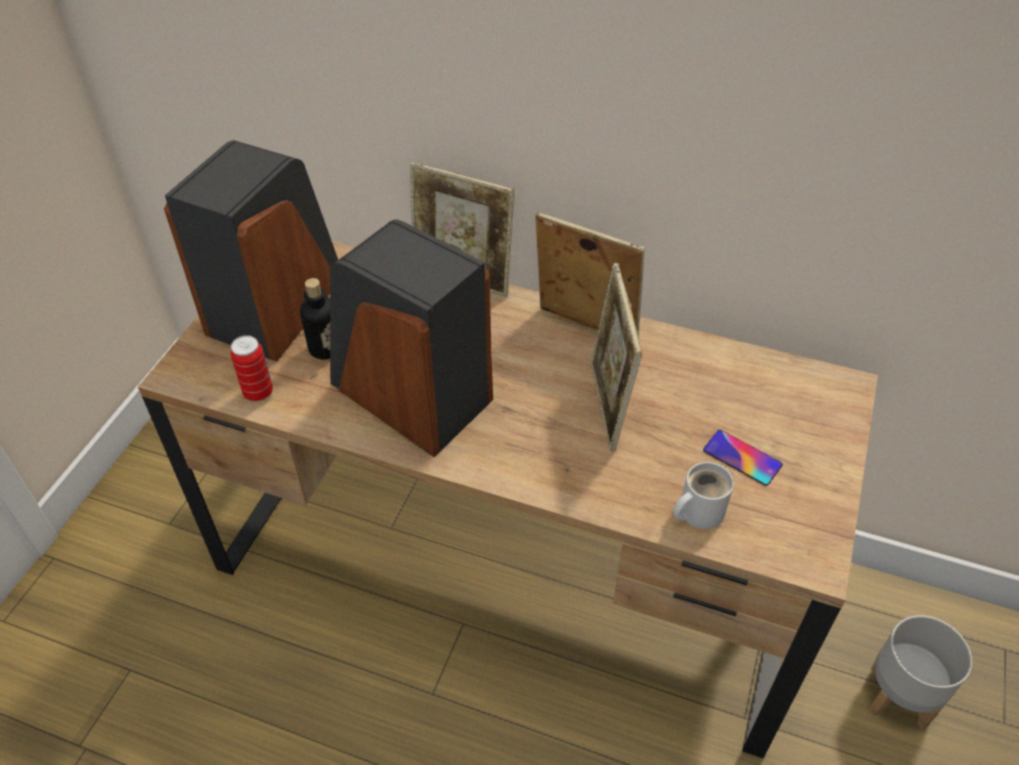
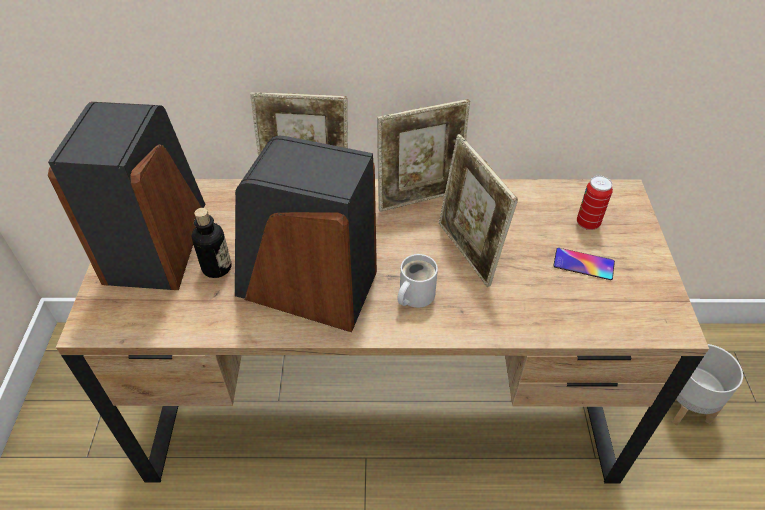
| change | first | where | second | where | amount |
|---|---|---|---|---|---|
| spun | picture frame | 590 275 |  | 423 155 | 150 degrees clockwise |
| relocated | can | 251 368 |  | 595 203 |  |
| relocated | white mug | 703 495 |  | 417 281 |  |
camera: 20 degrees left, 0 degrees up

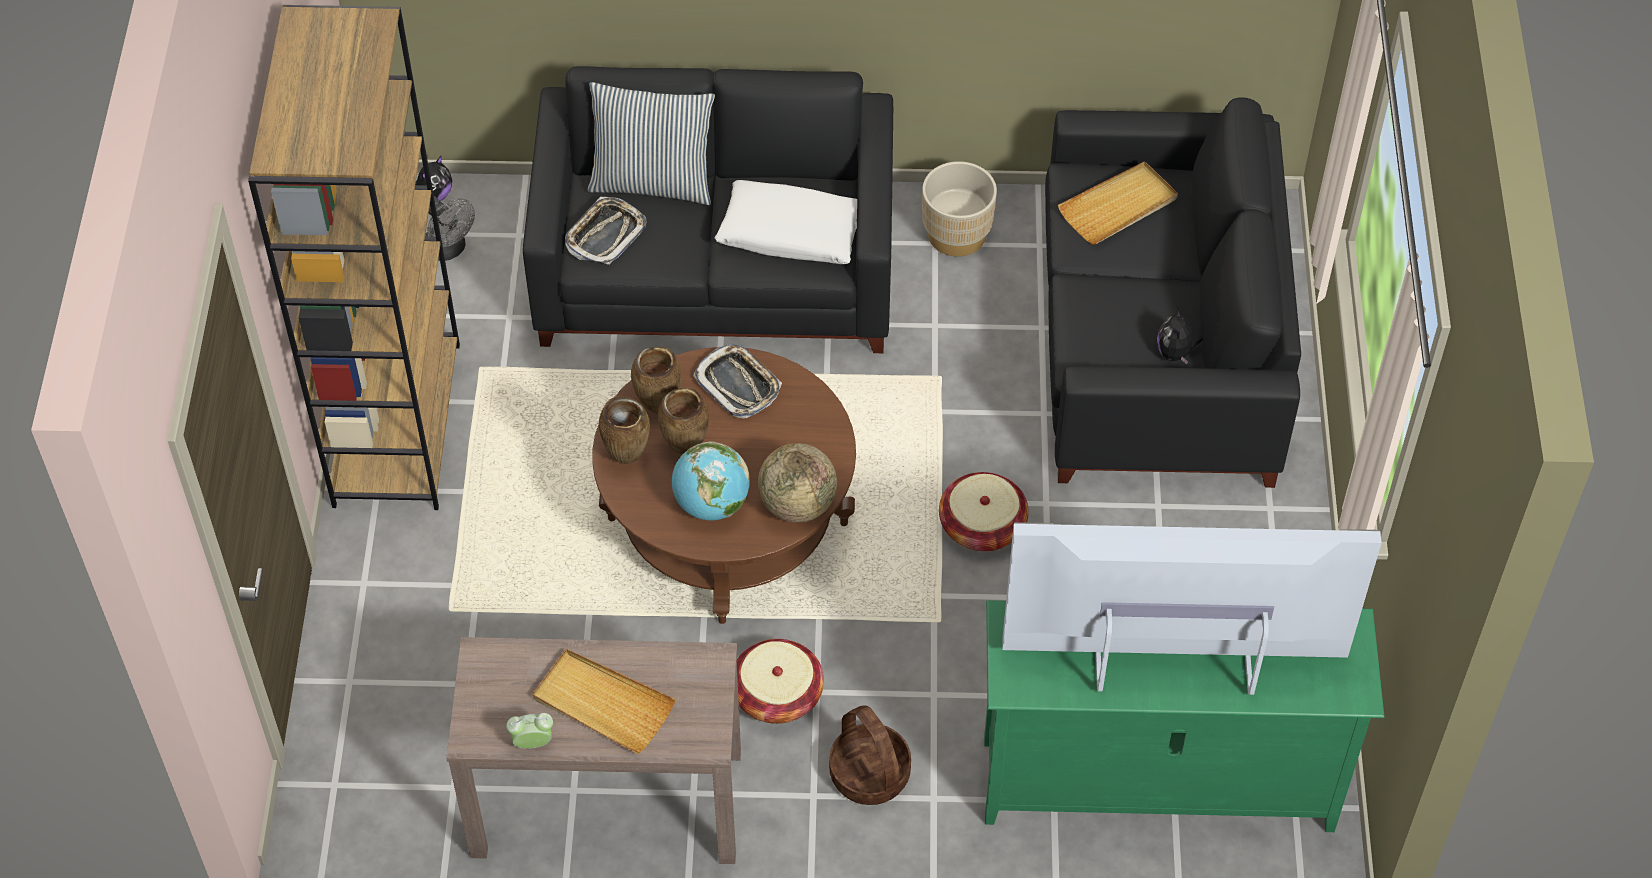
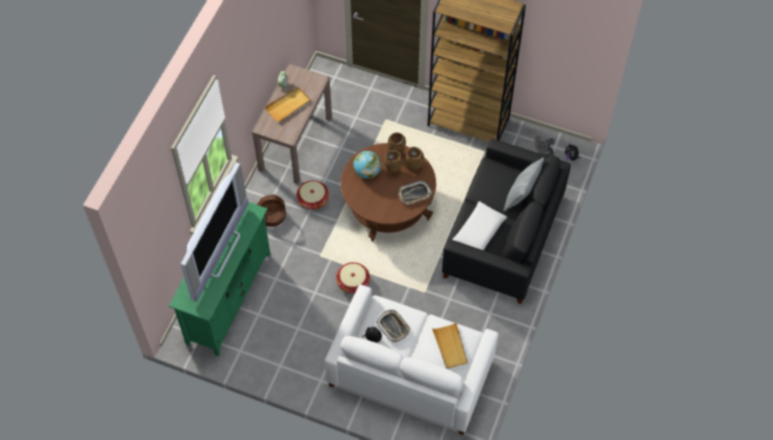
| change | first | where | second | where | amount |
|---|---|---|---|---|---|
| colour | black sofa | 1173 292 | white sofa | 411 360 |  |
| missing | beige planter | 959 209 |  |  |  |
| relocated | tray | 605 231 |  | 393 326 |  |
| missing | globe | 797 483 |  |  |  |
camera: 110 degrees right, 5 degrees up

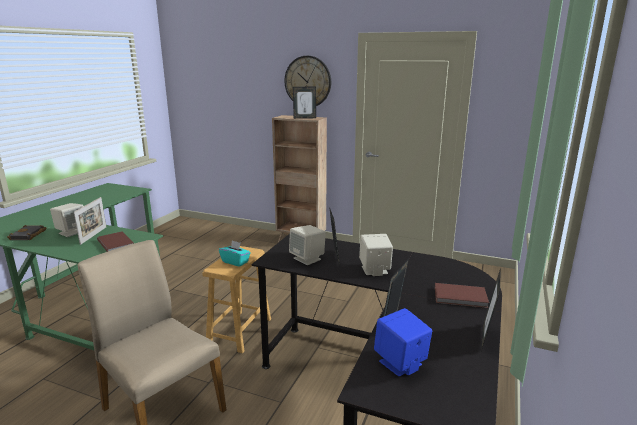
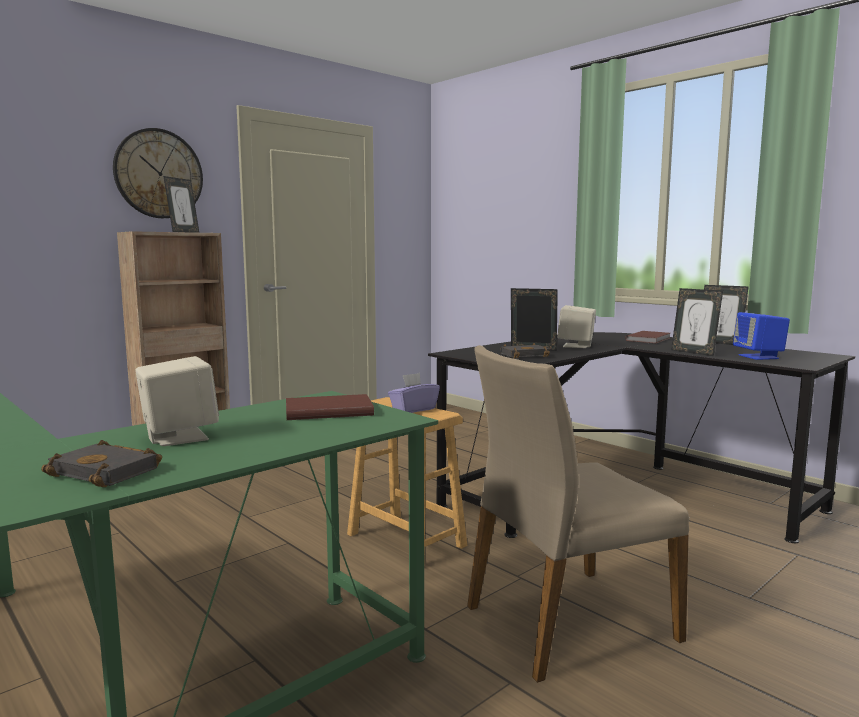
| change | first | where | second | where | amount |
|---|---|---|---|---|---|
| missing | picture frame | 90 221 |  |  |  |
| exchanged | beige speaker | 307 245 | black book | 525 350 |  |
| colour | turquoise tissue box | 235 253 | purple tissue box | 414 393 |  |
camera: 65 degrees left, 10 degrees down

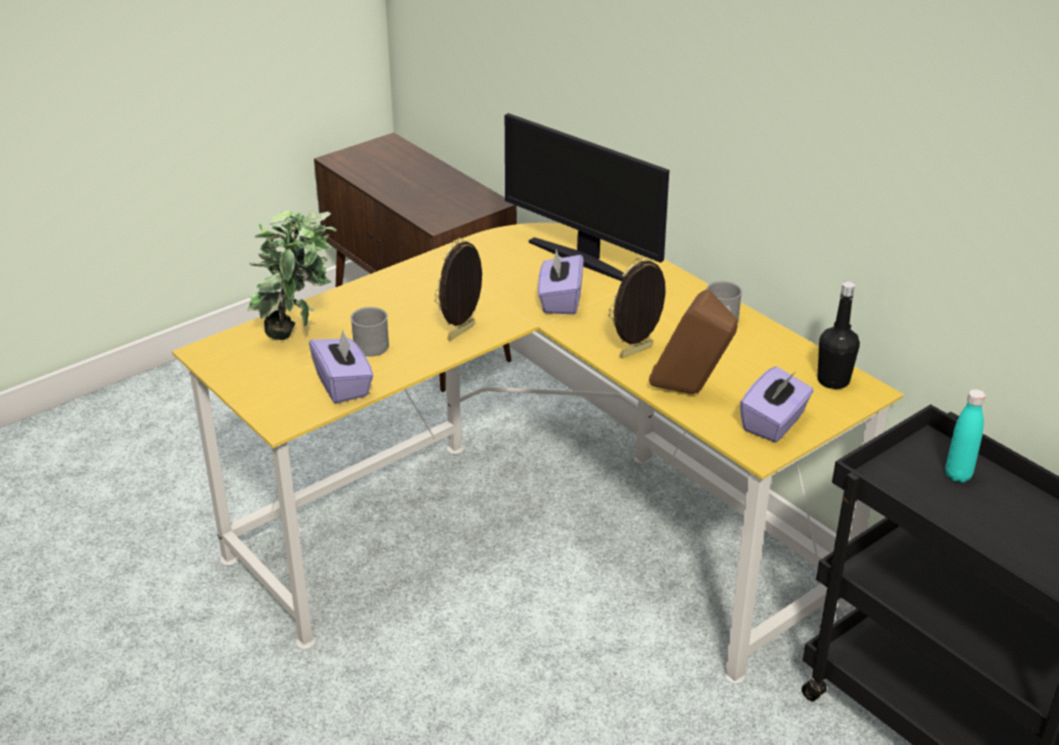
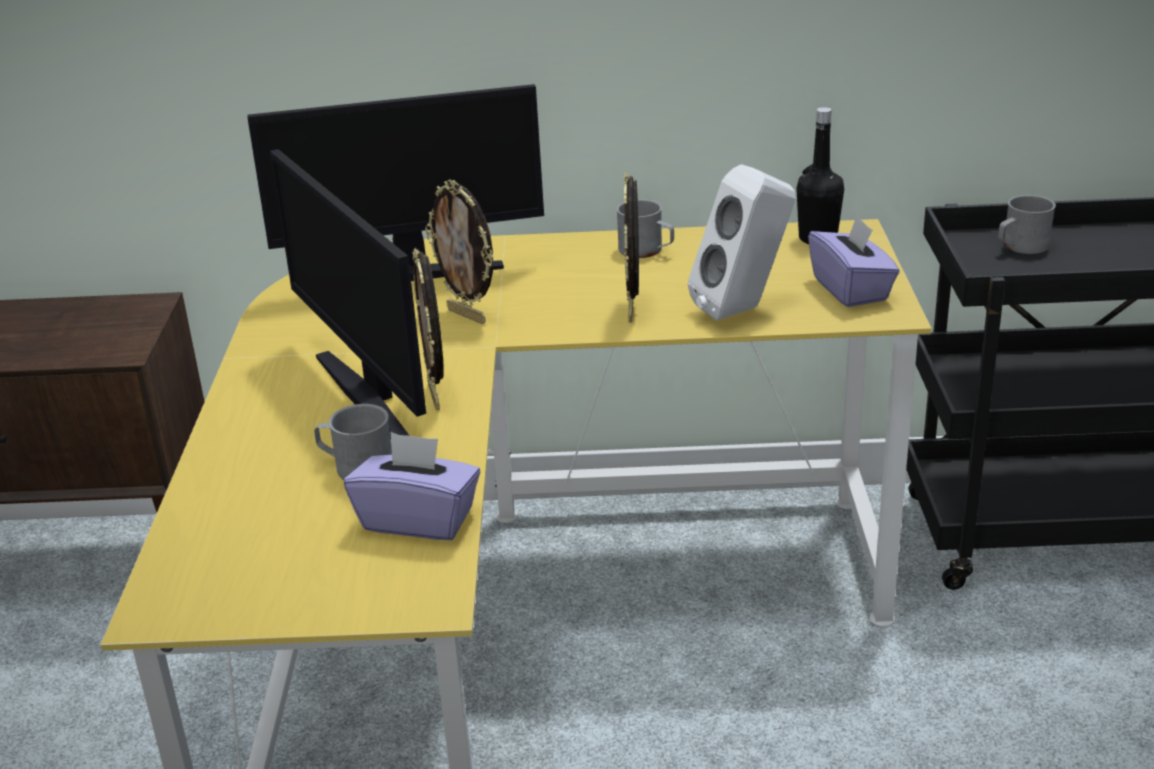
| change | first | where | second | where | amount |
|---|---|---|---|---|---|
| missing | potted plant | 291 275 |  |  |  |
| exchanged | purple tissue box | 561 281 | picture frame | 459 251 |  |
| colour | brown speaker | 693 341 | white speaker | 741 242 |  |
| exchanged | turquoise bottle | 965 436 | grey mug | 1027 224 |  |
| appeared |  |  | monitor | 348 294 |  |
camera: 50 degrees left, 5 degrees down

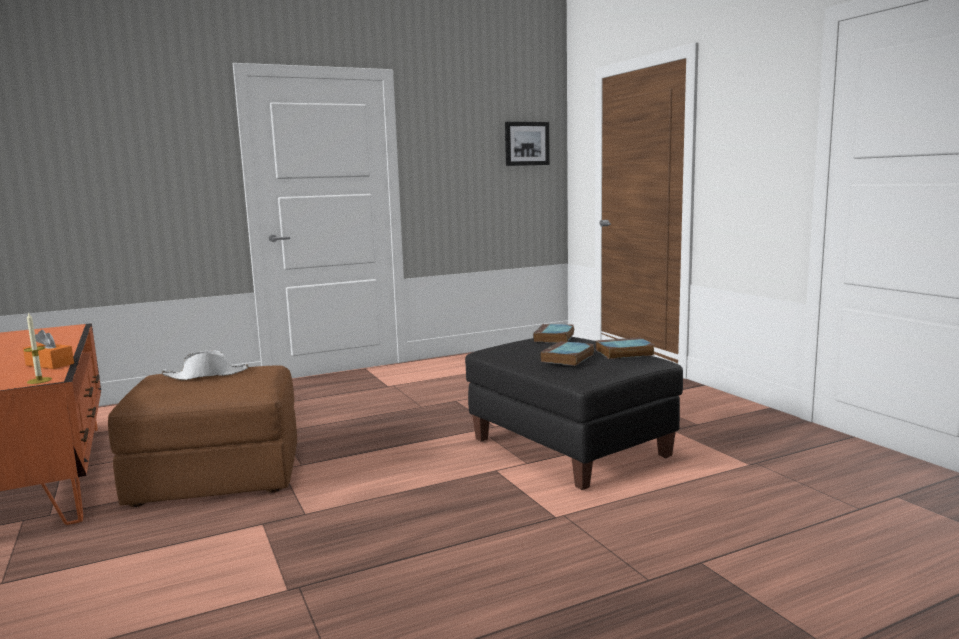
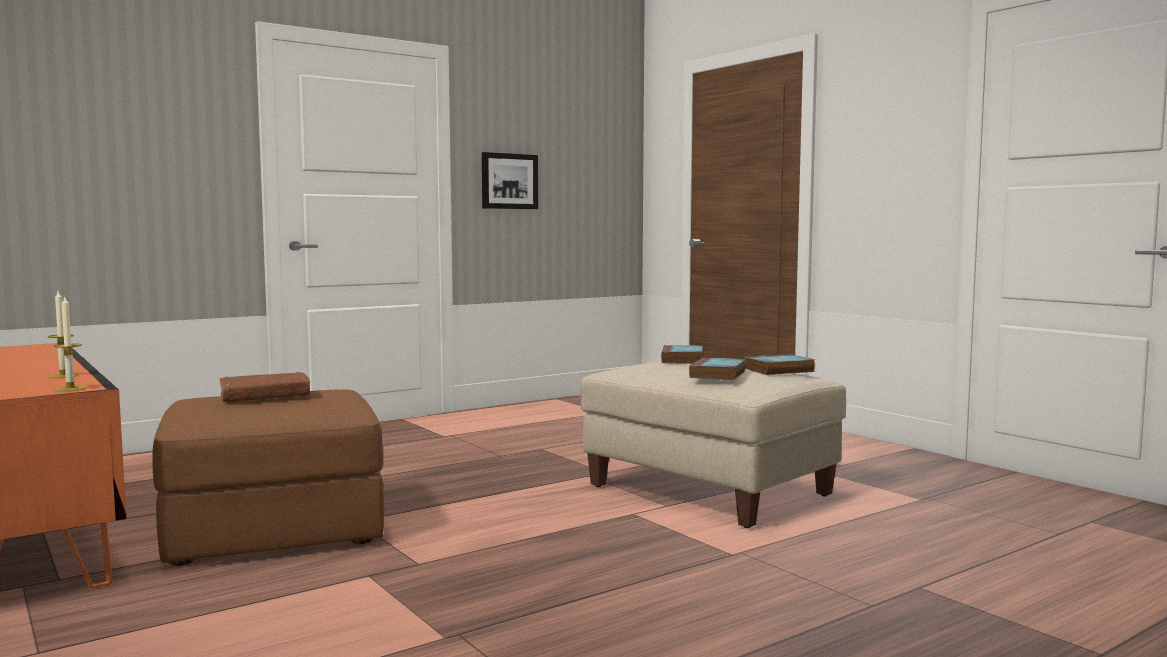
| change | first | where | second | where | amount |
|---|---|---|---|---|---|
| relocated | picture | 527 144 |  | 510 180 |  |
| exchanged | orange tissue box | 48 349 | candle | 63 335 |  |
| colour | black ottoman | 574 413 | beige ottoman | 713 444 |  |
| exchanged | white hat | 205 365 | brown book | 264 387 |  |
camera: 10 degrees left, 5 degrees down

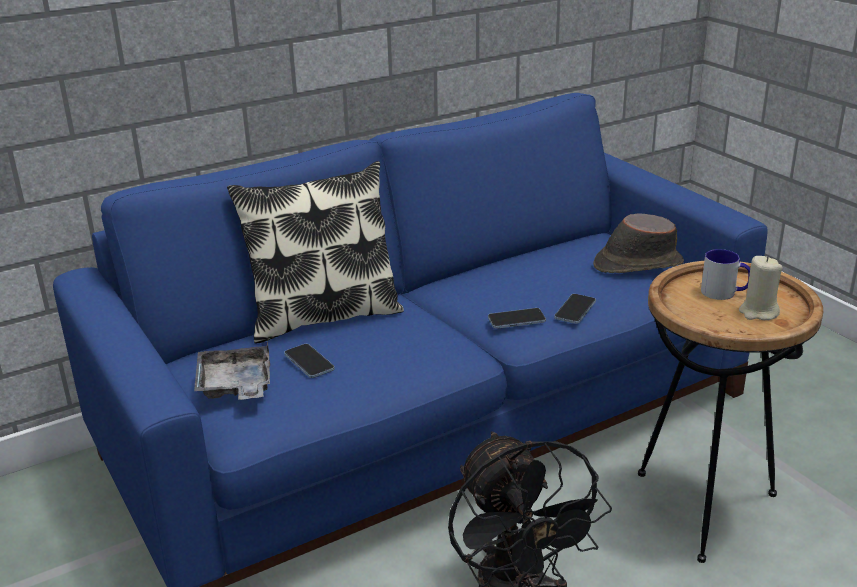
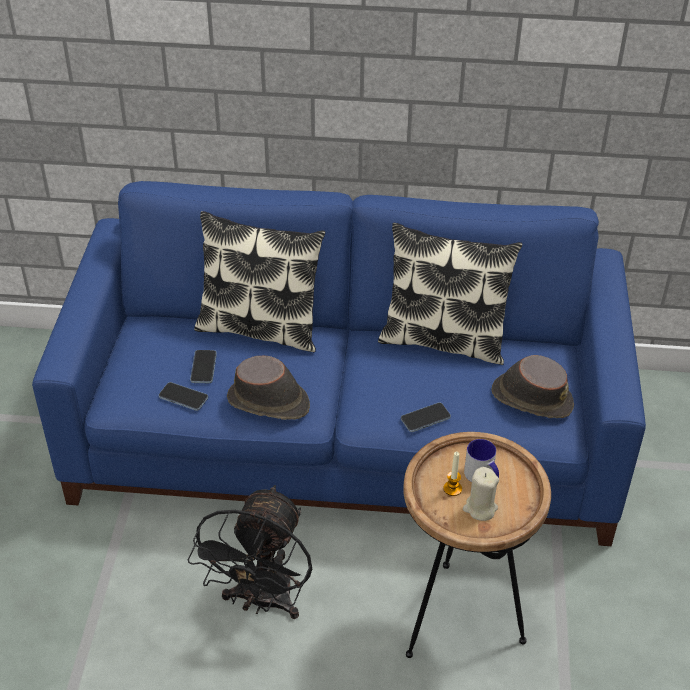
| change | first | where | second | where | amount |
|---|---|---|---|---|---|
| relocated | phone | 517 318 |  | 183 396 |  |
| missing | grey tray | 232 370 |  |  |  |
| appeared |  |  | pillow | 450 294 |  |
| appeared |  |  | brown hat | 268 388 |  |
| appeared |  |  | candle | 452 474 |  |
camera: 35 degrees right, 15 degrees up

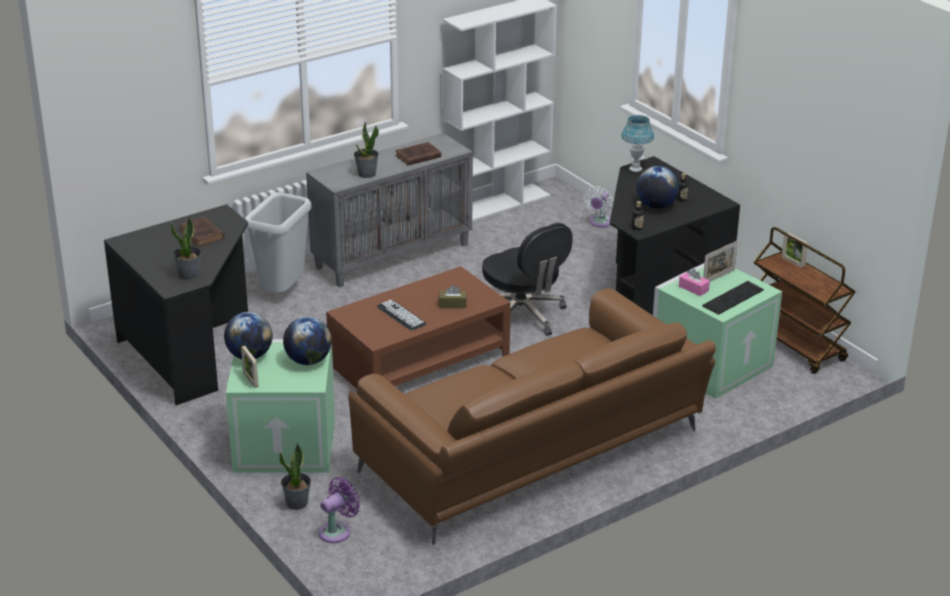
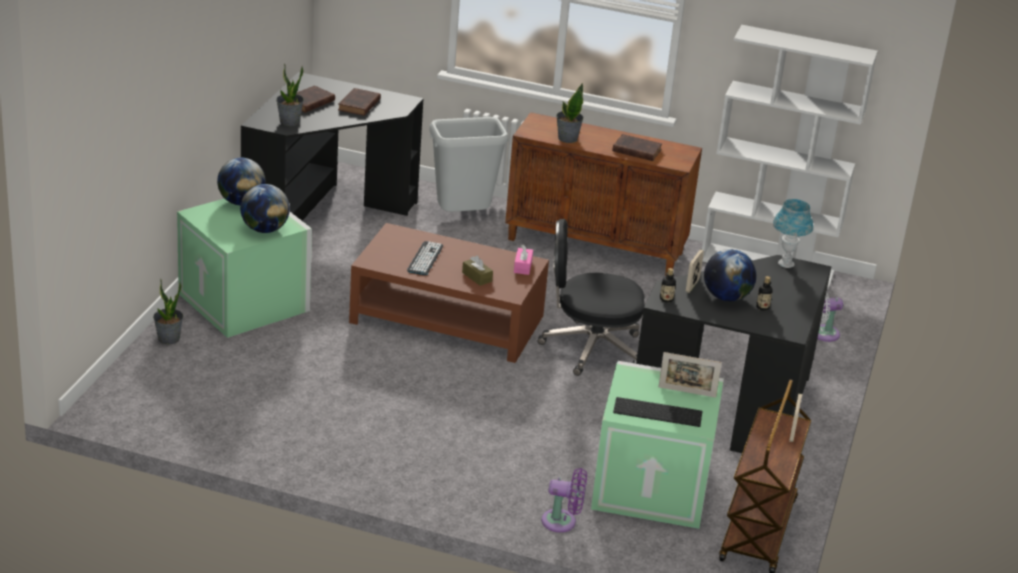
| change | first | where | second | where | amount |
|---|---|---|---|---|---|
| colour | grey cabinet | 389 210 | brown cabinet | 603 194 |  |
| spun | black office chair | 527 279 |  | 591 297 | 75 degrees clockwise |
| relocated | pink tissue box | 694 282 |  | 523 259 |  |
| missing | brown sofa | 532 416 |  |  |  |
| relocated | picture frame | 249 367 |  | 695 271 |  |
| relocated | purple fan | 339 510 |  | 564 500 |  |
| appeared |  |  | brown book | 315 99 |  |
camera: 50 degrees right, 0 degrees up

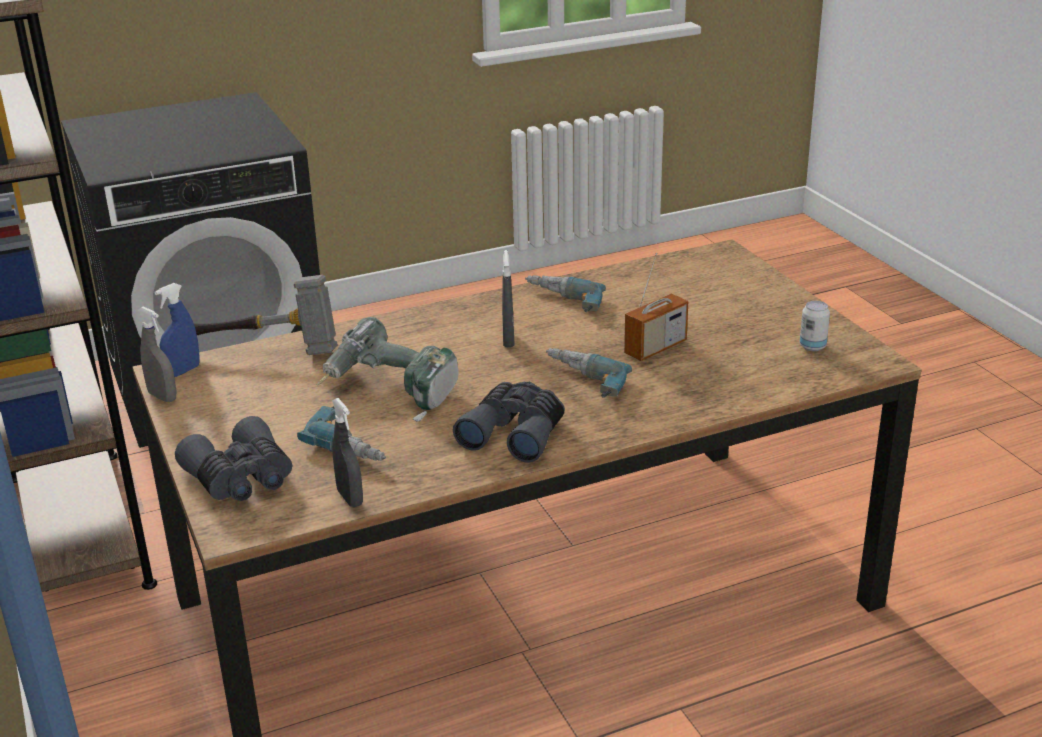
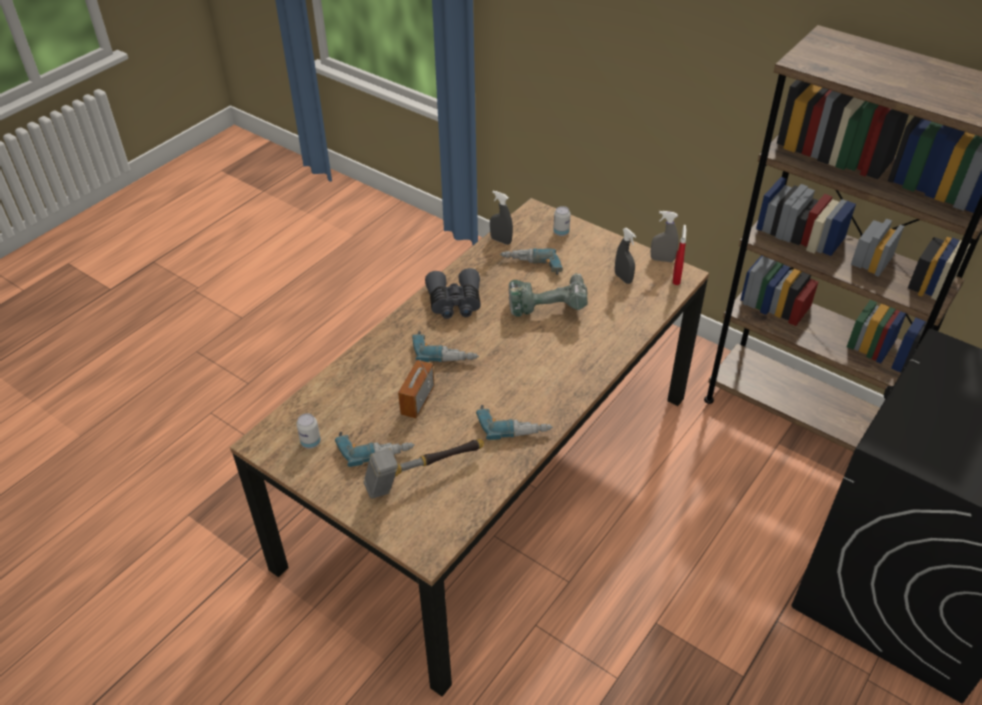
| change | first | where | second | where | amount |
|---|---|---|---|---|---|
| relocated | grey spray bottle | 508 299 |  | 625 256 |  |
| relocated | hammer | 266 315 |  | 423 469 |  |
| colour | blue spray bottle | 177 330 | red spray bottle | 679 255 |  |
| exchanged | grey binoculars | 233 458 | can | 562 221 |  |
| appeared |  |  | power drill | 375 449 |  |
camera: 150 degrees right, 15 degrees up

